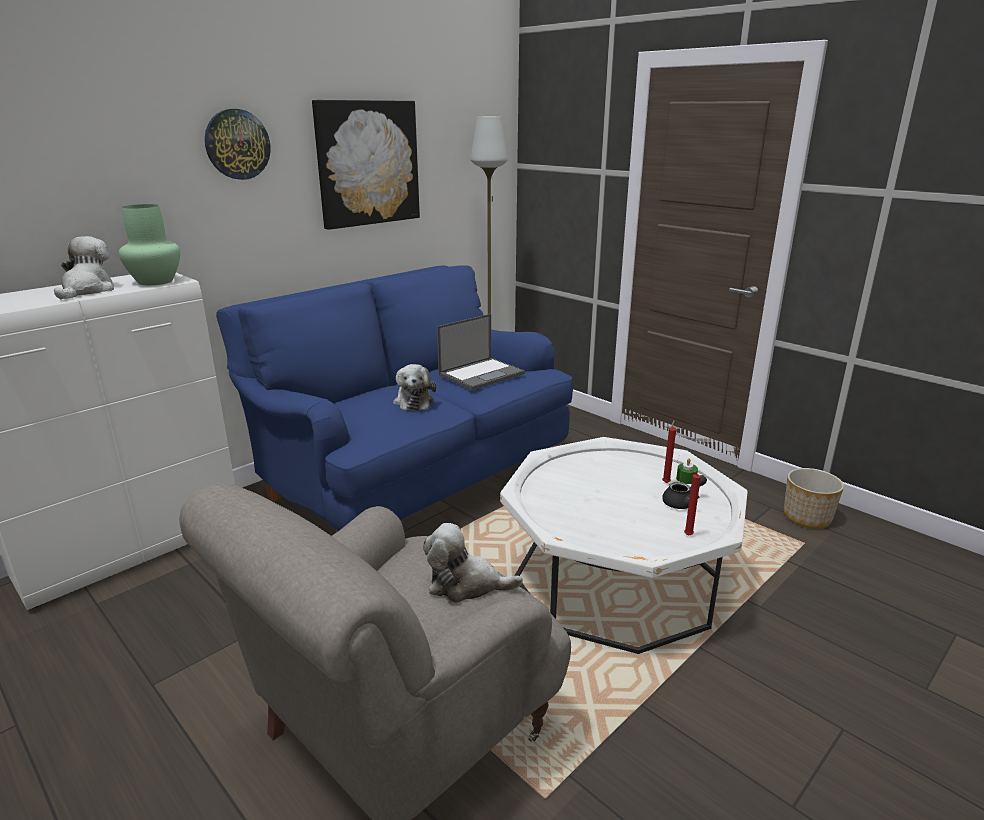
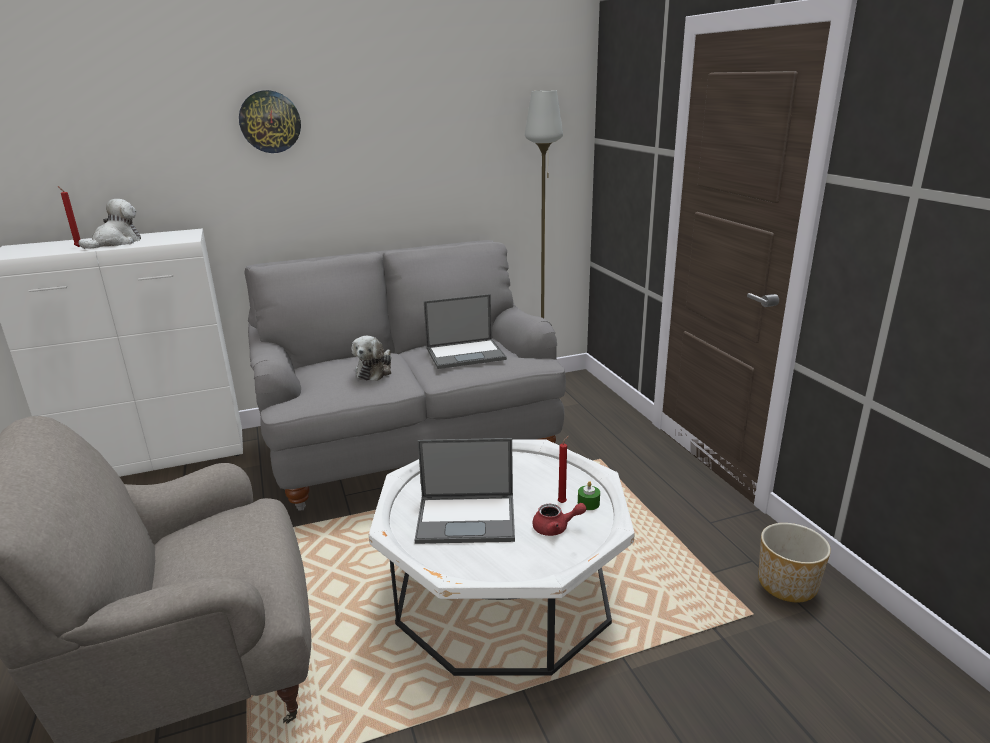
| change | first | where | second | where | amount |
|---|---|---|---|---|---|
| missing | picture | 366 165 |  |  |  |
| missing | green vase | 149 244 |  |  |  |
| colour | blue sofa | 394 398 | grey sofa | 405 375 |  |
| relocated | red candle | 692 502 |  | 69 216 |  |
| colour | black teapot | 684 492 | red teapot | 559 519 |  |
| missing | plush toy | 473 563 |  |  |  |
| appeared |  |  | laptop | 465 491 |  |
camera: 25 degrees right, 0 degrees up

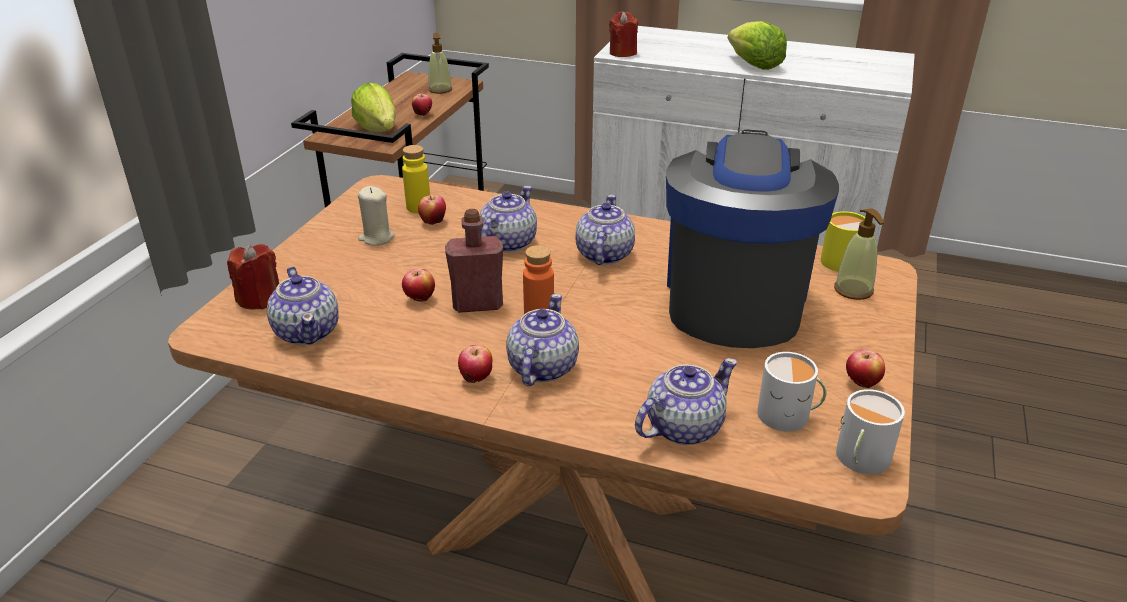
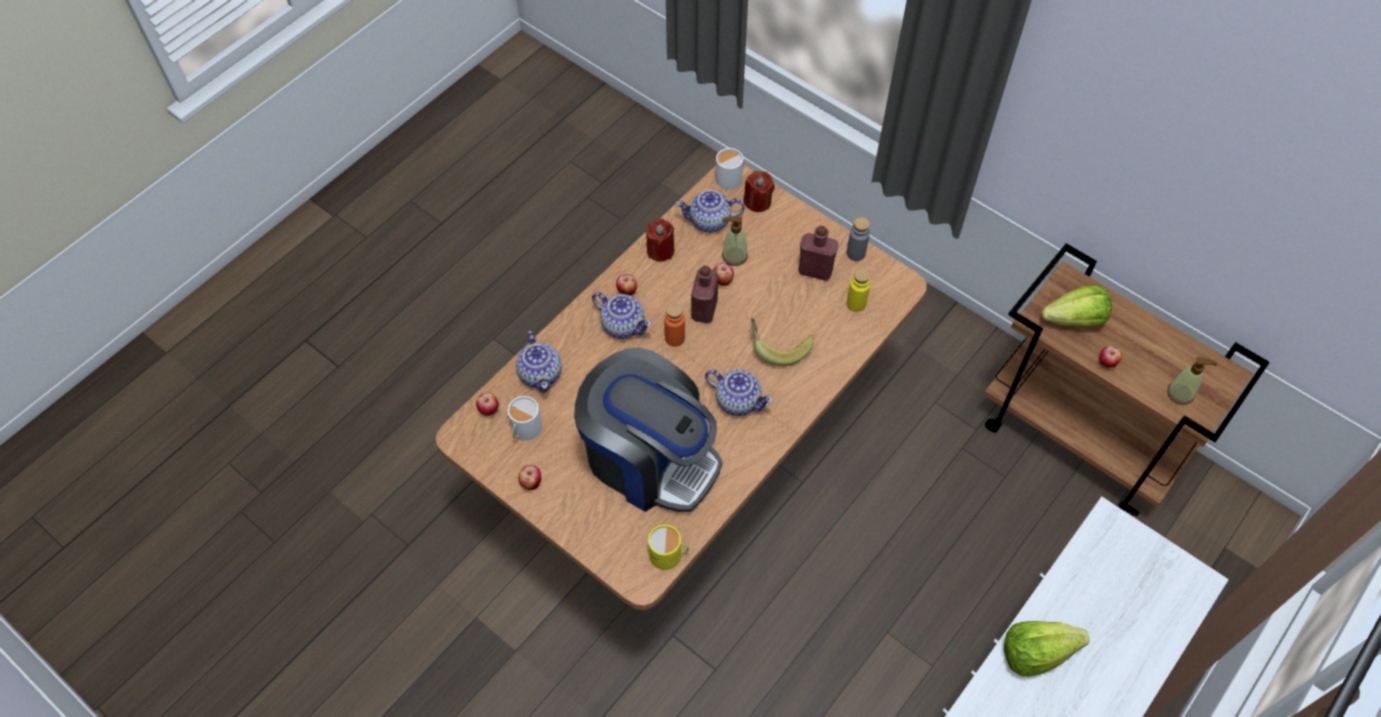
| change | first | where | second | where | amount |
|---|---|---|---|---|---|
| relocated | red candle | 623 34 |  | 660 239 |  |
| exchanged | beige candle | 376 216 | red bottle | 819 253 |  |
| exchanged | teapot | 508 219 | banana | 782 342 |  |
| relocated | apple | 432 210 |  | 487 404 |  |
| relocated | soap dispenser | 859 254 |  | 735 241 |  |
| relocated | white mug | 870 431 |  | 730 169 |  |
| appeared |  |  | grey bottle | 858 239 |  |
camera: 110 degrees right, 25 degrees up

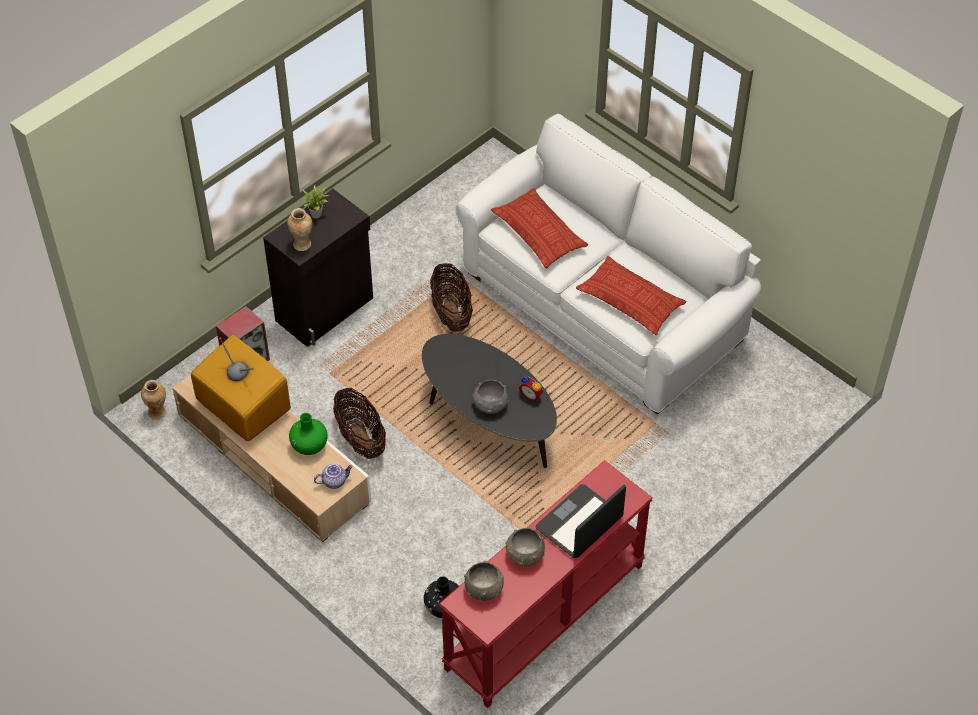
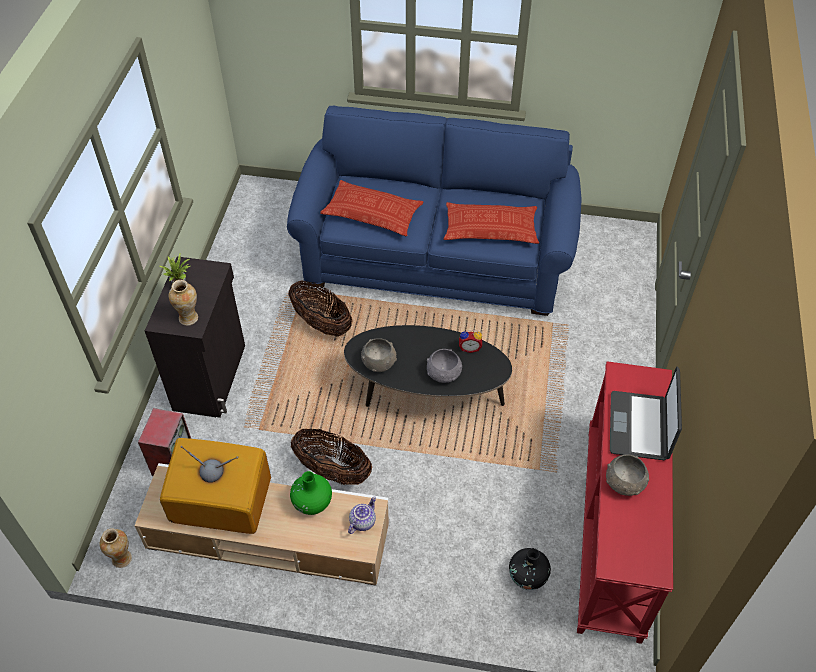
| change | first | where | second | where | amount |
|---|---|---|---|---|---|
| colour | white sofa | 608 264 | blue sofa | 434 211 |  |
| relocated | grey bowl | 484 581 |  | 379 355 |  |
camera: 35 degrees left, 0 degrees up

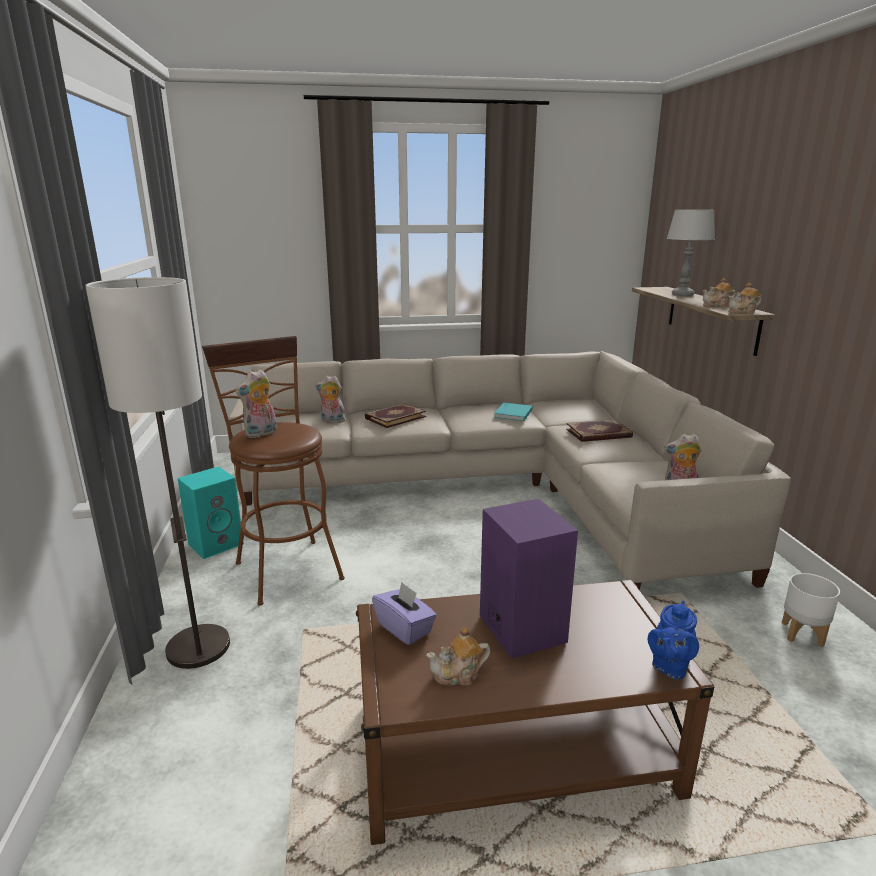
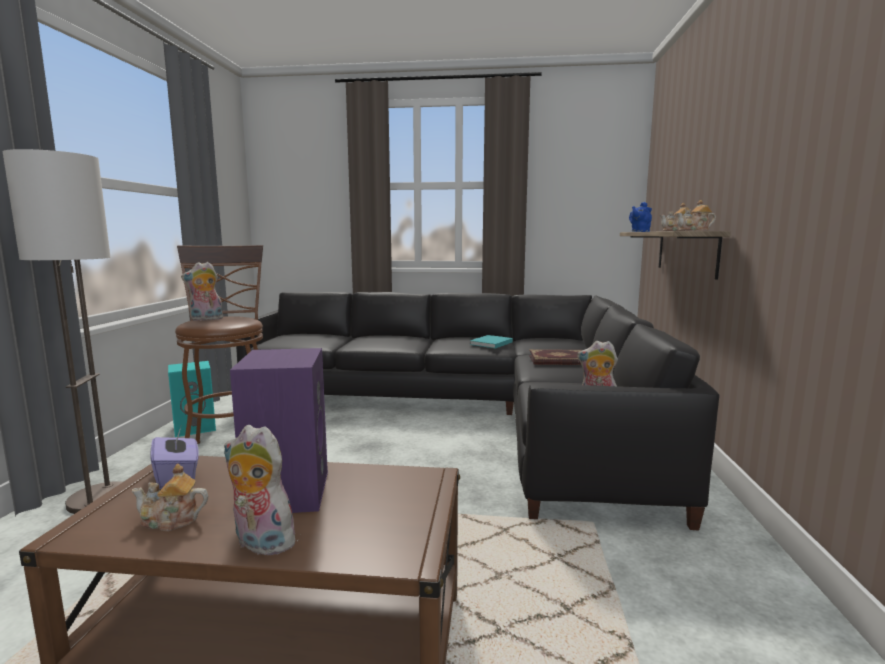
| change | first | where | second | where | amount |
|---|---|---|---|---|---|
| missing | grey table lamp | 690 252 |  |  |  |
| colour | beige sofa | 510 470 | black sofa | 478 411 |  |
| relocated | plush toy | 330 399 |  | 261 491 |  |
| missing | book | 395 415 |  |  |  |
| missing | white planter | 811 610 |  |  |  |
| relocated | blue teapot | 673 640 |  | 640 217 |  |
camera: 15 degrees right, 10 degrees down

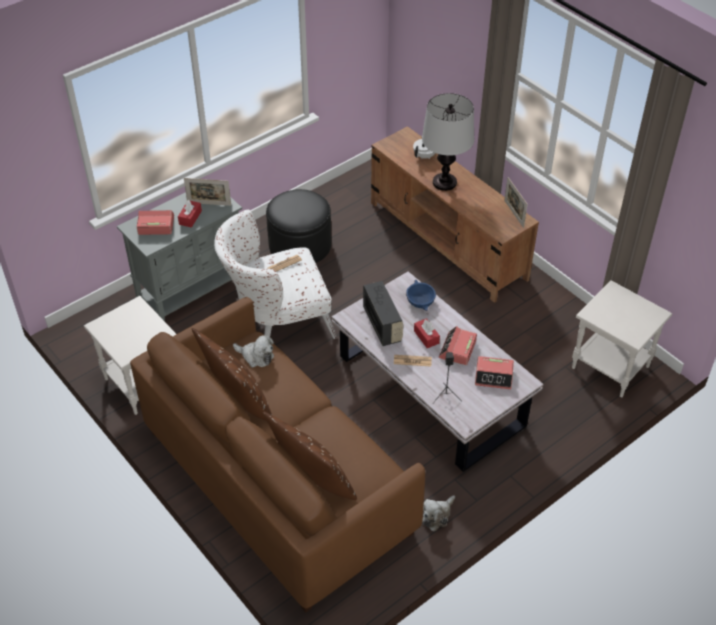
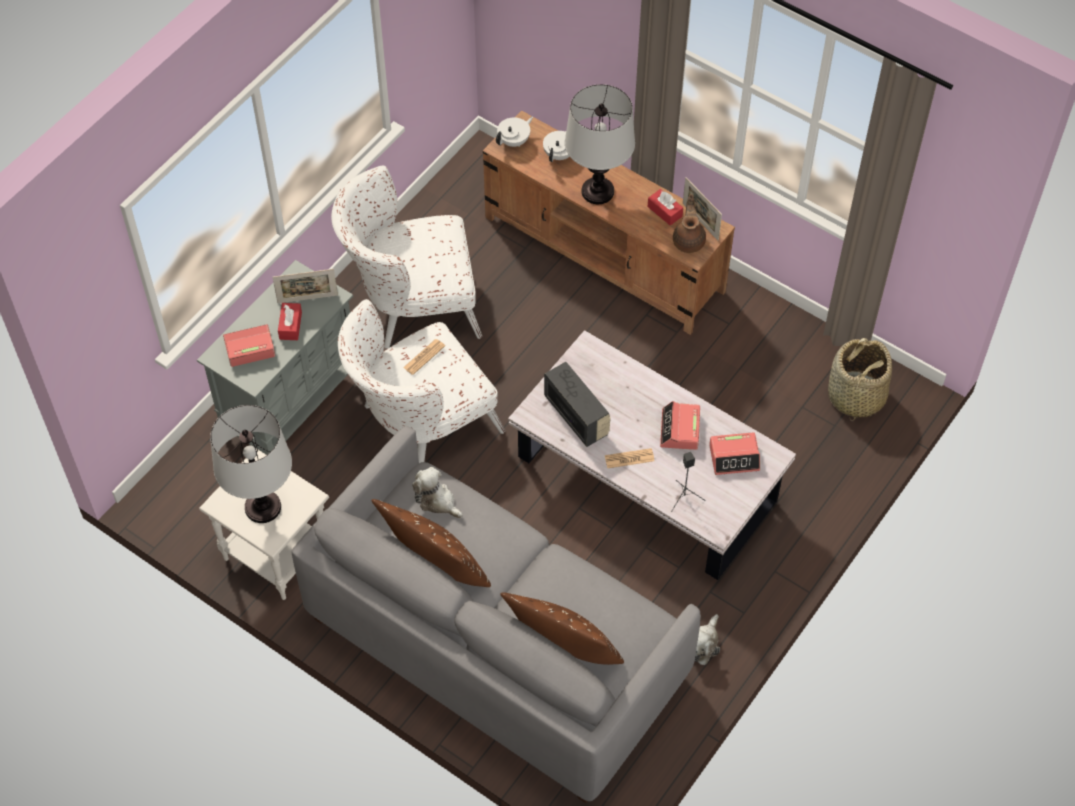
| change | first | where | second | where | amount |
|---|---|---|---|---|---|
| exchanged | black ottoman | 298 226 | white armchair | 406 257 |  |
| missing | blue bowl | 421 295 |  |  |  |
| exchanged | white side table | 622 338 | basket | 860 379 |  |
| colour | brown sofa | 277 454 | grey sofa | 496 614 |  |
| relocated | red tissue box | 427 333 |  | 665 207 |  |
| spun | plush toy | 253 351 |  | 437 492 | 150 degrees counterclockwise |
| appeared |  |  | white teapot | 514 131 |  |
| appeared |  |  | brown teapot | 689 223 |  |
| appeared |  |  | table lamp | 251 464 |  |
camera: 15 degrees left, 10 degrees up

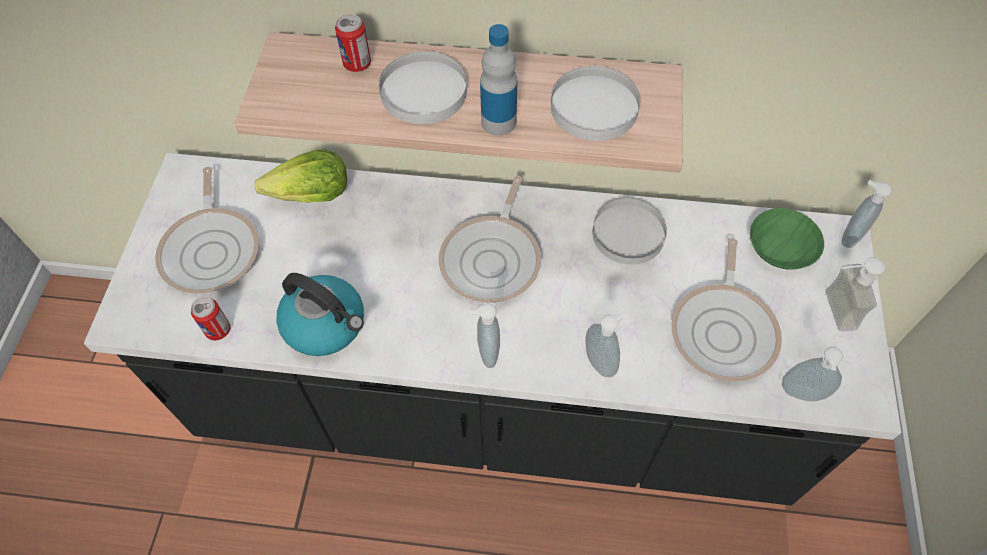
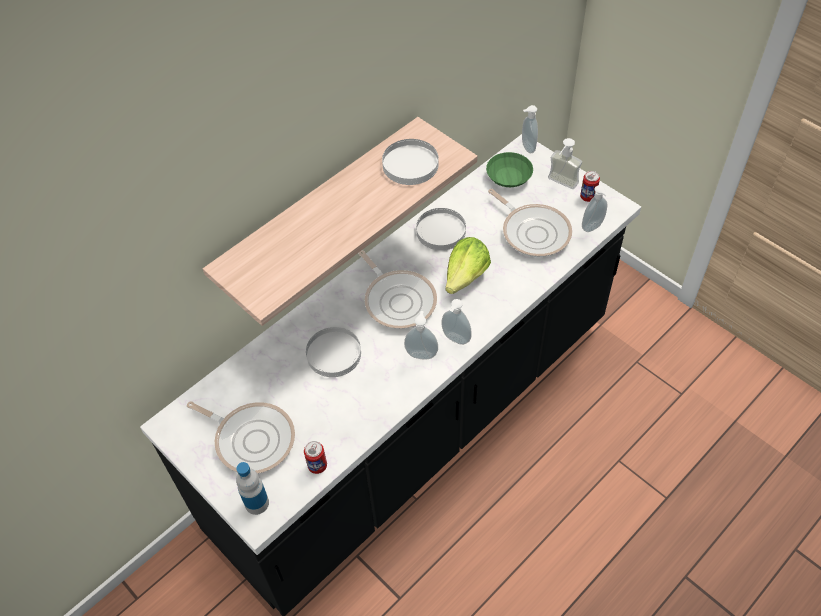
| change | first | where | second | where | amount |
|---|---|---|---|---|---|
| relocated | can | 353 43 |  | 590 186 |  |
| relocated | bottle | 499 80 |  | 252 488 |  |
| relocated | white plate | 423 87 |  | 333 352 |  |
| relocated | lettuce | 300 175 |  | 468 265 |  |
| missing | kettle | 320 314 |  |  |  |
| relocated | soap dispenser | 606 345 |  | 421 335 |  |
camera: 50 degrees left, 5 degrees down

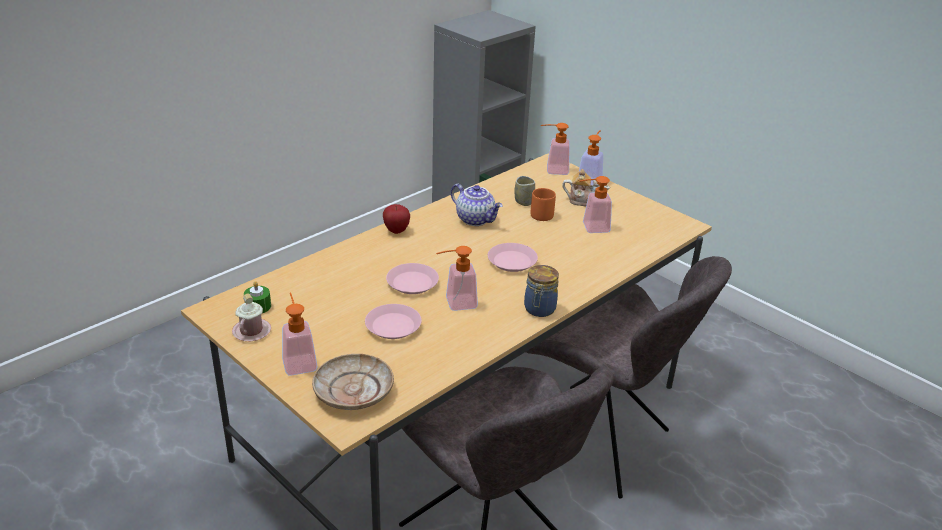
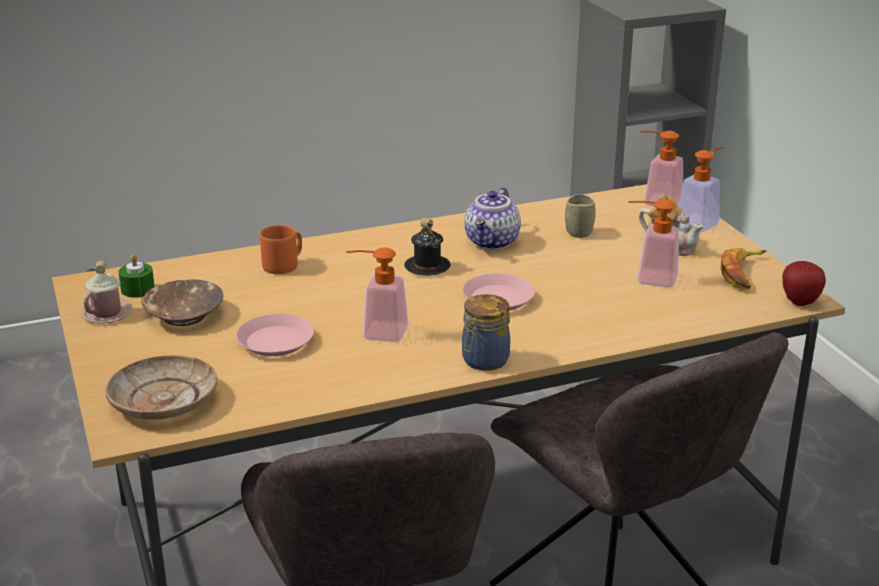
| change | first | where | second | where | amount |
|---|---|---|---|---|---|
| spun | teapot | 477 205 |  | 492 218 | 45 degrees clockwise |
| relocated | orange mug | 543 204 |  | 281 249 |  |
| relocated | apple | 396 219 |  | 804 283 |  |
| missing | pink plate | 412 278 |  |  |  |
| missing | soap dispenser | 300 334 |  |  |  |
| appeared |  |  | black mug | 427 247 |  |
| appeared |  |  | banana | 743 268 |  |
| appeared |  |  | brown bowl | 182 302 |  |
camera: 25 degrees right, 5 degrees down

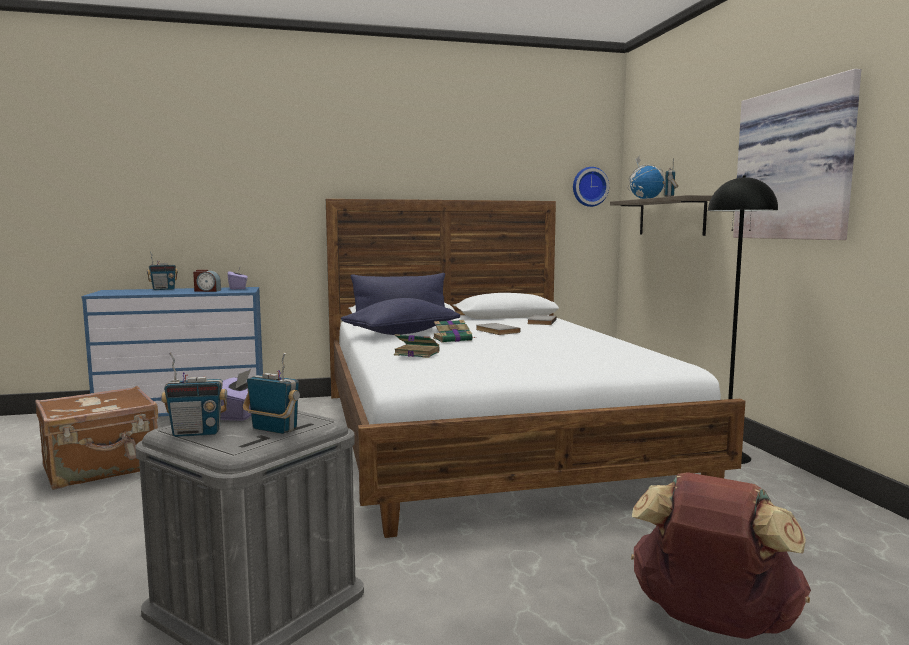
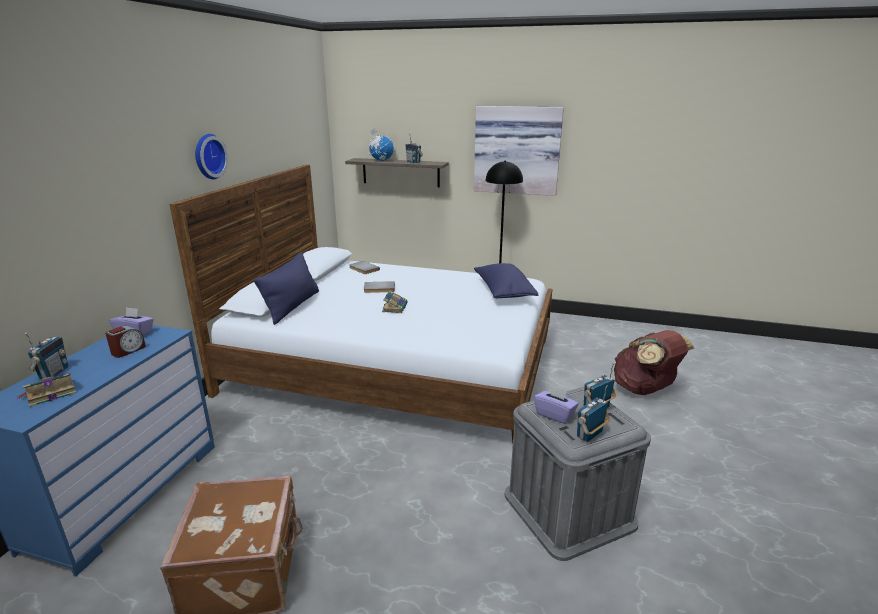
| change | first | where | second | where | amount |
|---|---|---|---|---|---|
| relocated | wall clock | 591 187 |  | 211 156 |  |
| relocated | blue pillow | 400 316 |  | 506 280 |  |
| relocated | book | 417 346 |  | 47 390 |  |
| spun | radio | 194 395 |  | 593 413 | 150 degrees counterclockwise |
camera: 60 degrees left, 15 degrees up

